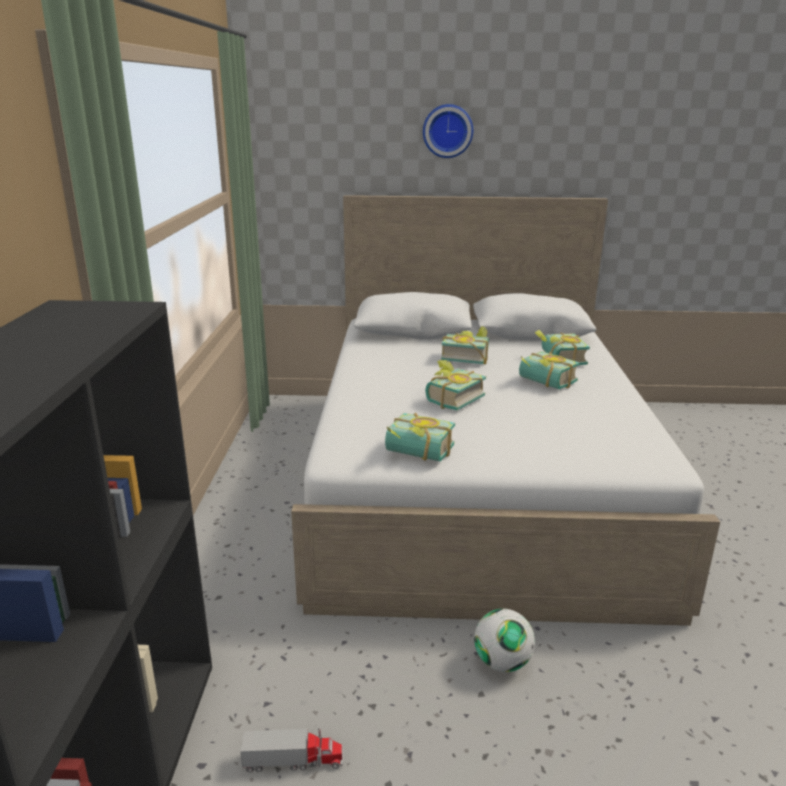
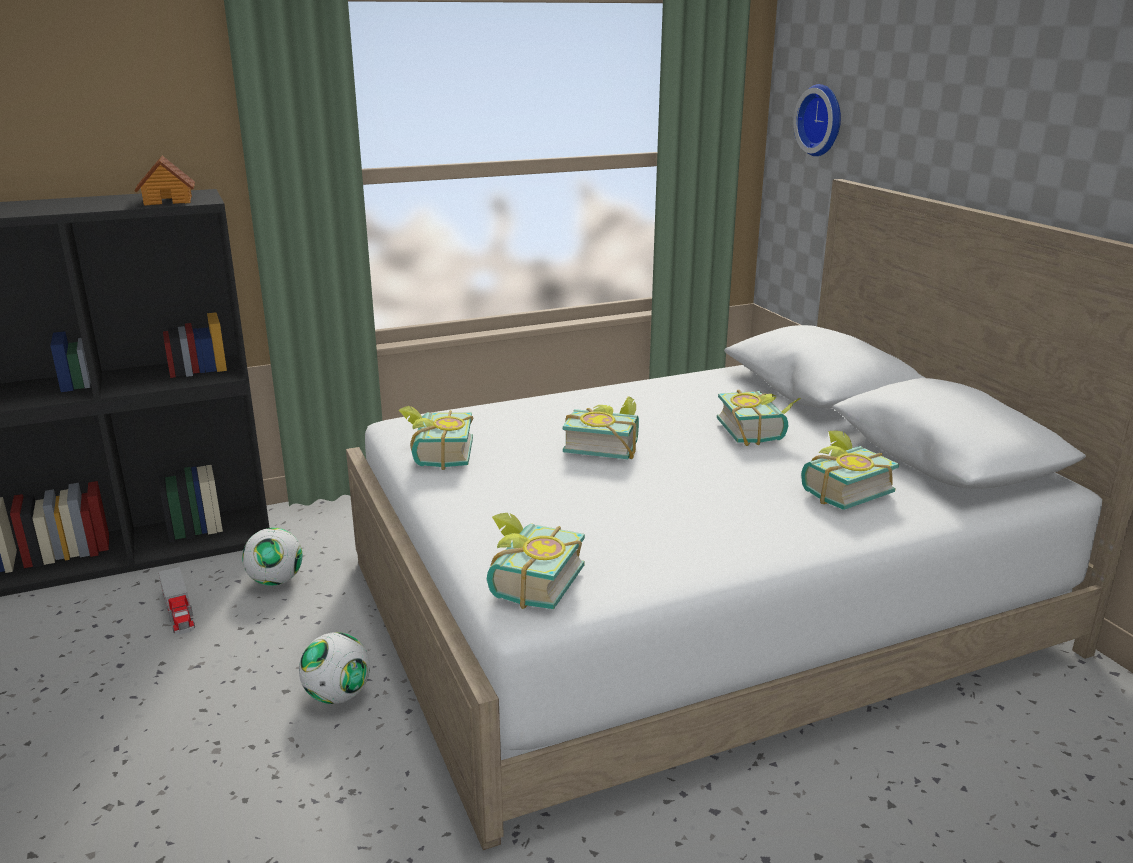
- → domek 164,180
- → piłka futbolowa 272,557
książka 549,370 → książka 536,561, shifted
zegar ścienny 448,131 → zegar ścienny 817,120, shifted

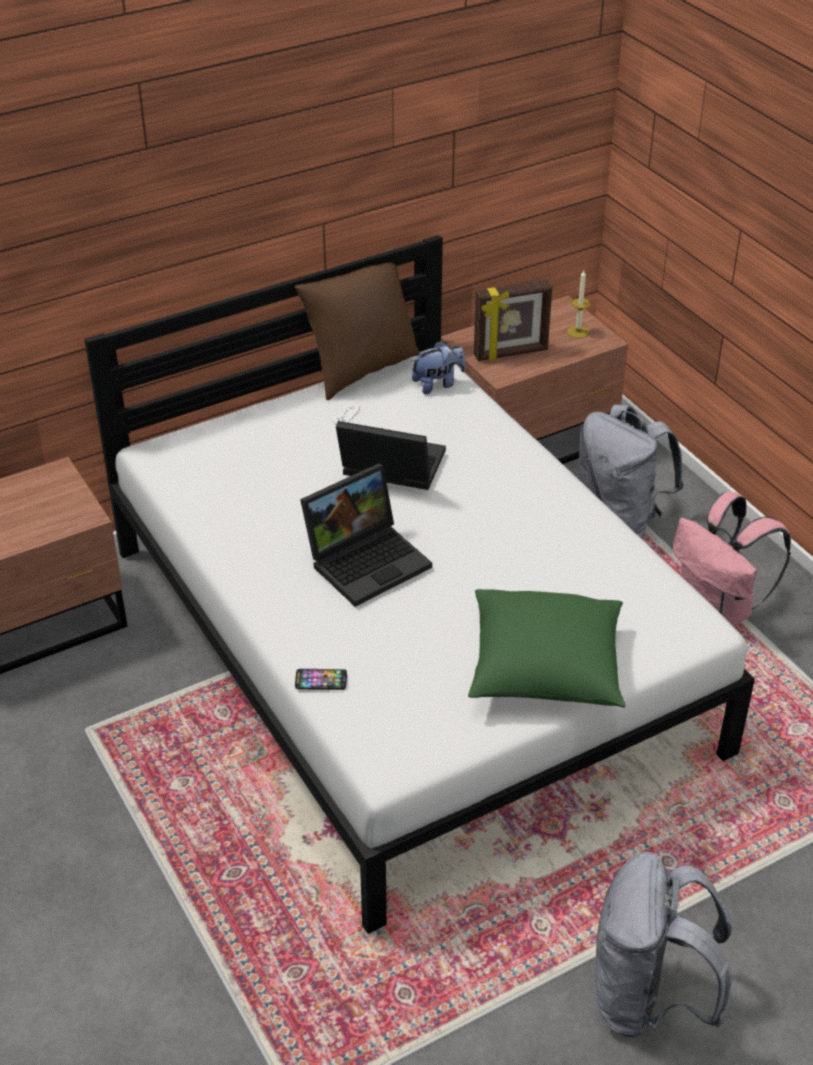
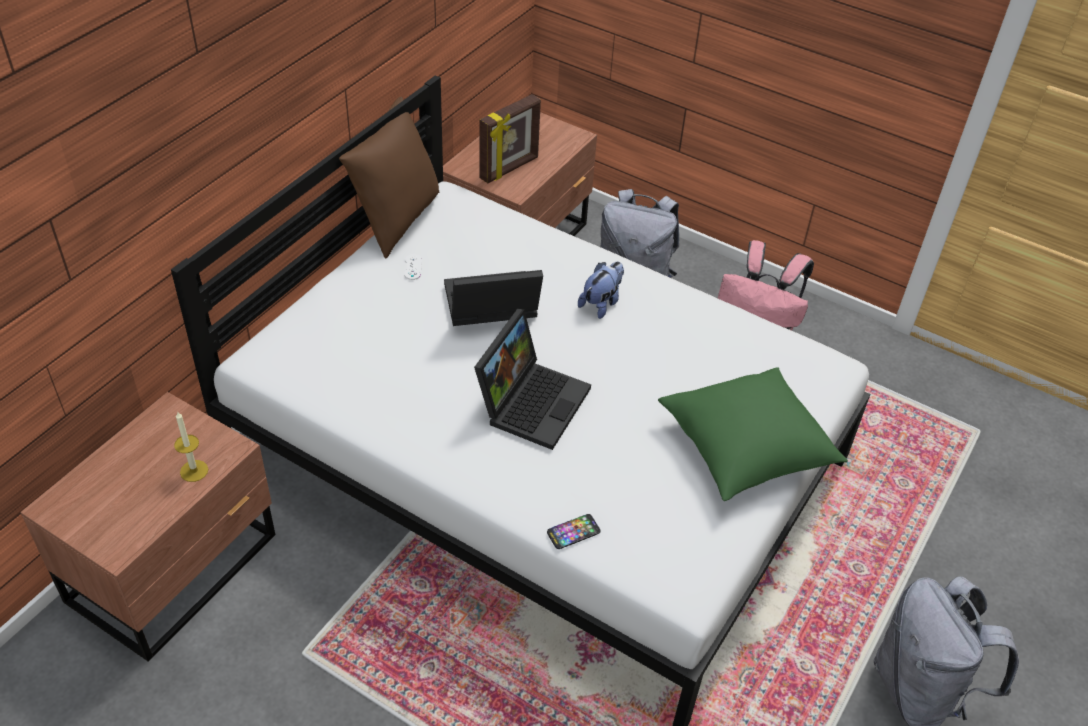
świeca 578,304 → świeca 191,446, shifted
pluszak 438,367 → pluszak 601,290, shifted

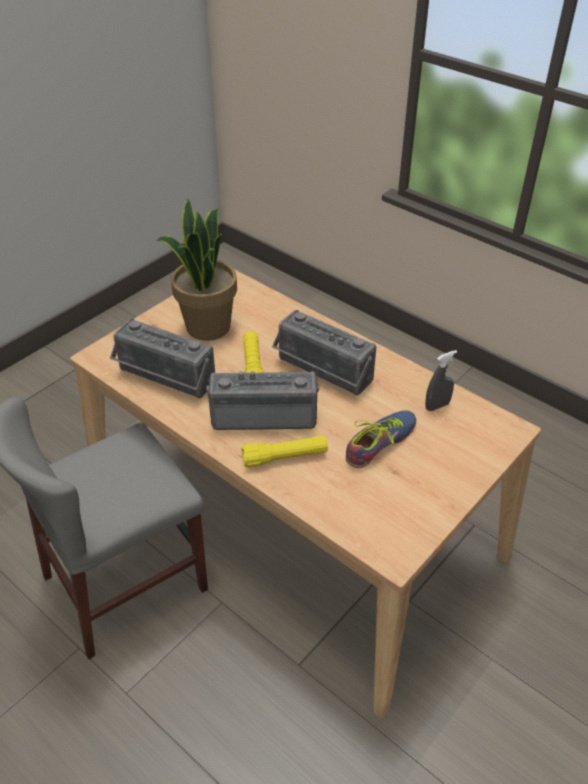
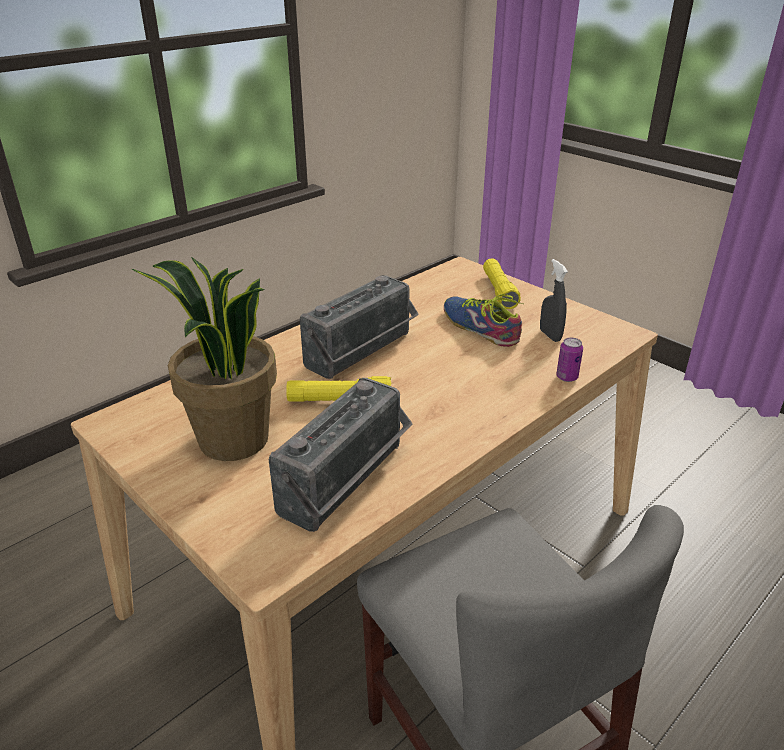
latarka (żółty) 284,451 → latarka (żółty) 502,283, shifted
spryskiwacz (szary) 441,380 → spryskiwacz (szary) 554,300, shifted
- → puszka 569,360
radio 262,400 → -

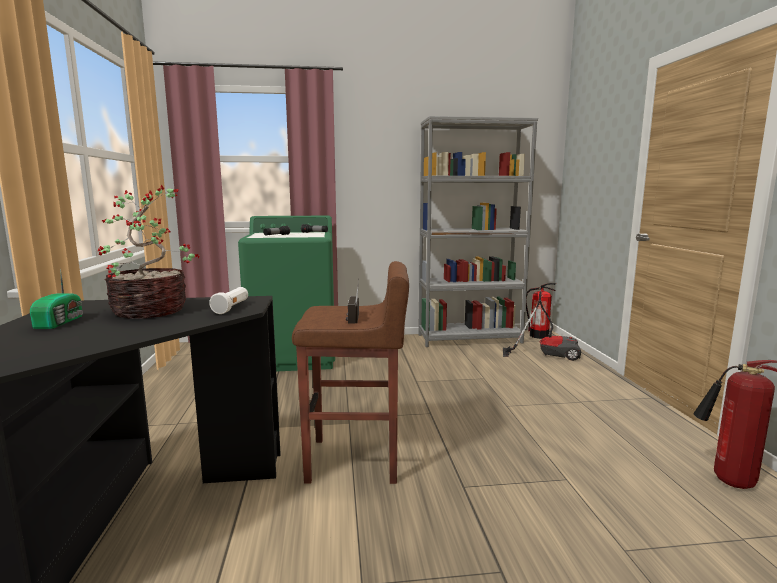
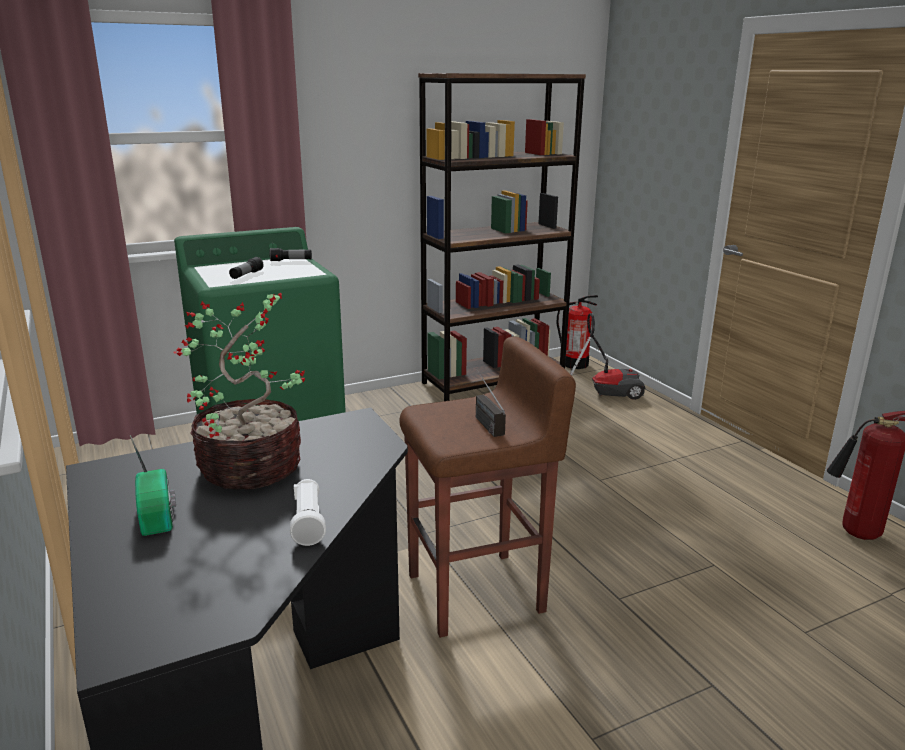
latarka (biały) 228,300 → latarka (biały) 308,512, shifted
regał (szary) 478,231 → regał (brązowy) 502,237

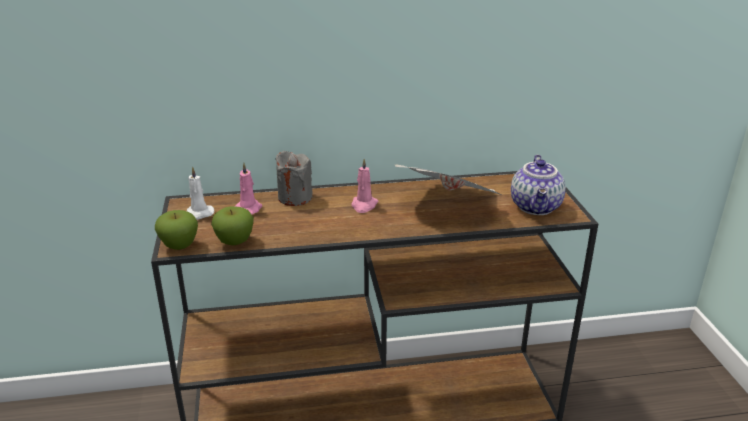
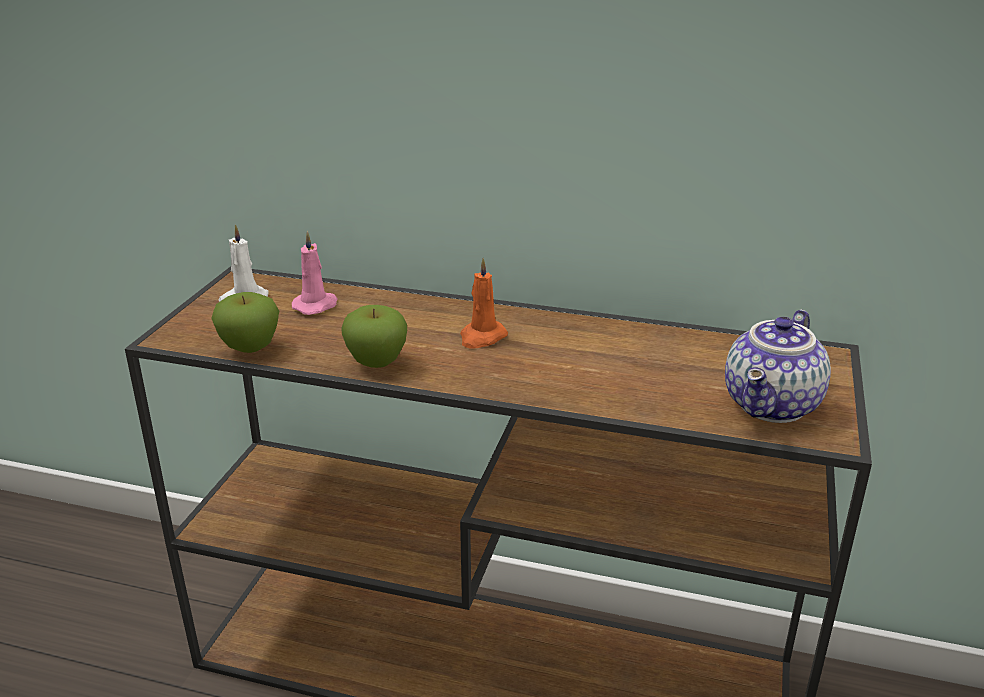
jabłko 176,230 → jabłko 374,336, shifted
świeca (różowy) 364,186 → świeca (pomarańczowy) 484,303
świeca (szary) 294,178 → -
gazeta 448,179 → -

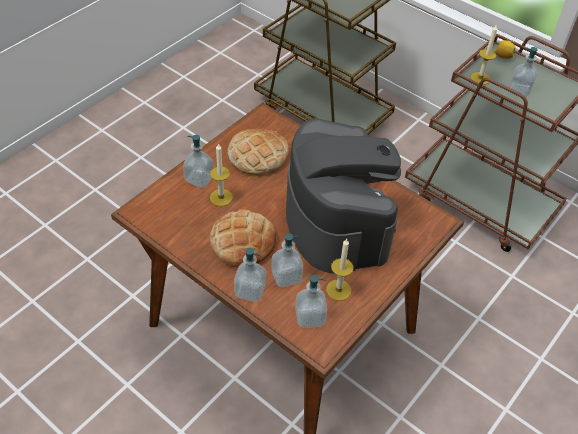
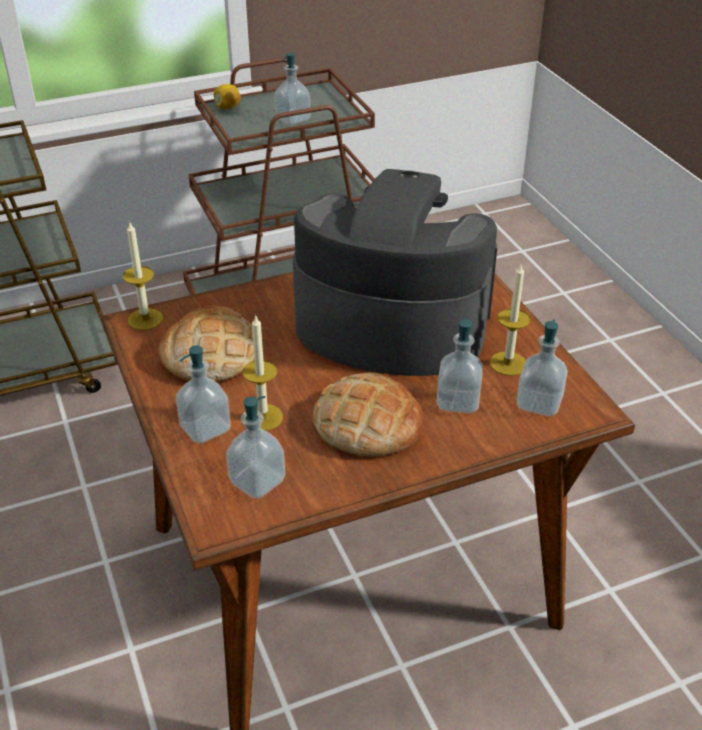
świeca 484,54 → świeca 143,275, shifted
dozownik mydła 250,275 → dozownik mydła 255,447, shifted

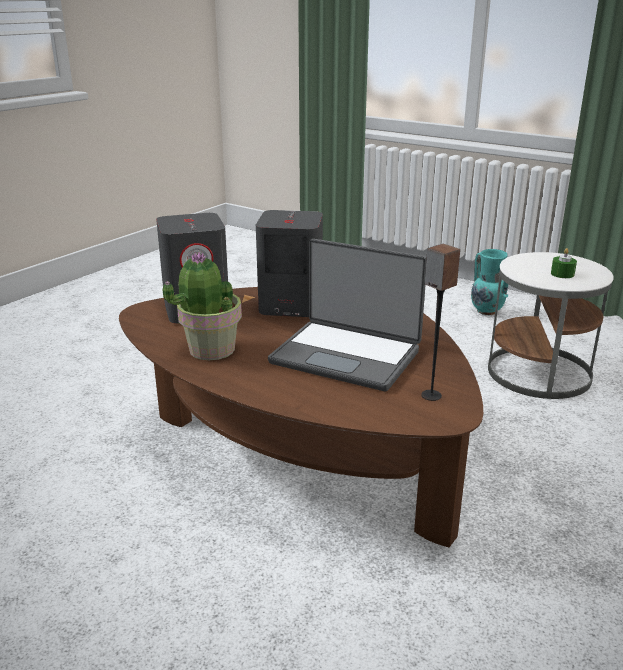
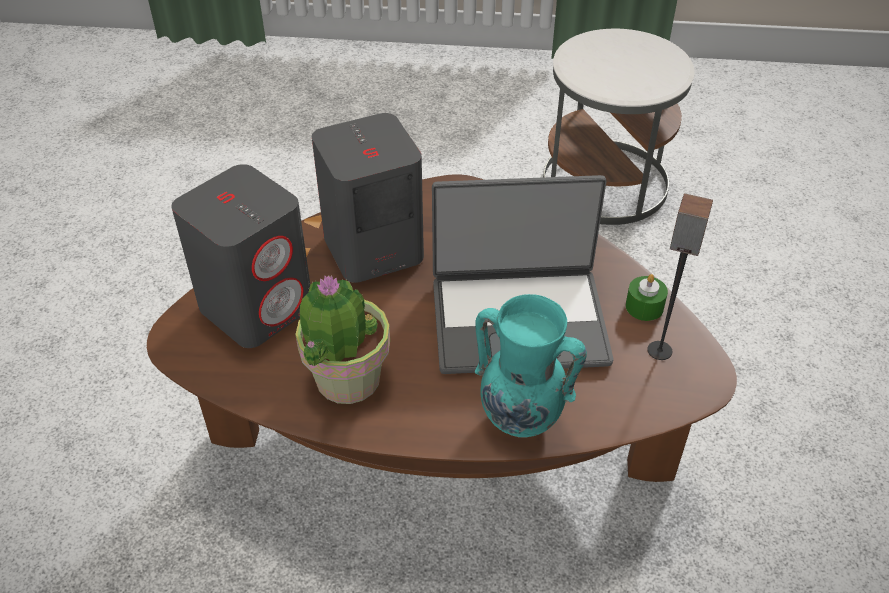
wazon (turkusowy) 489,282 → wazon (turkusowy) 531,366, shifted
świeca (zielony) 564,263 → świeca (zielony) 647,297, shifted

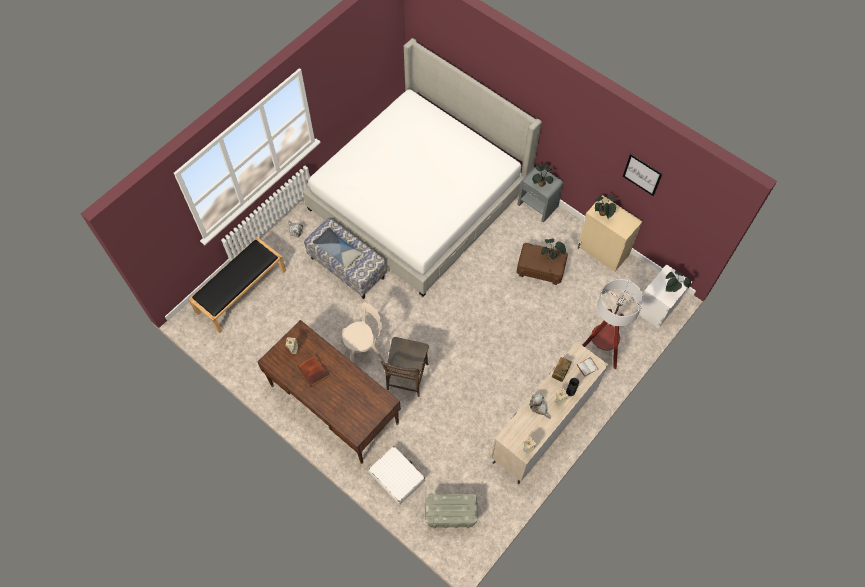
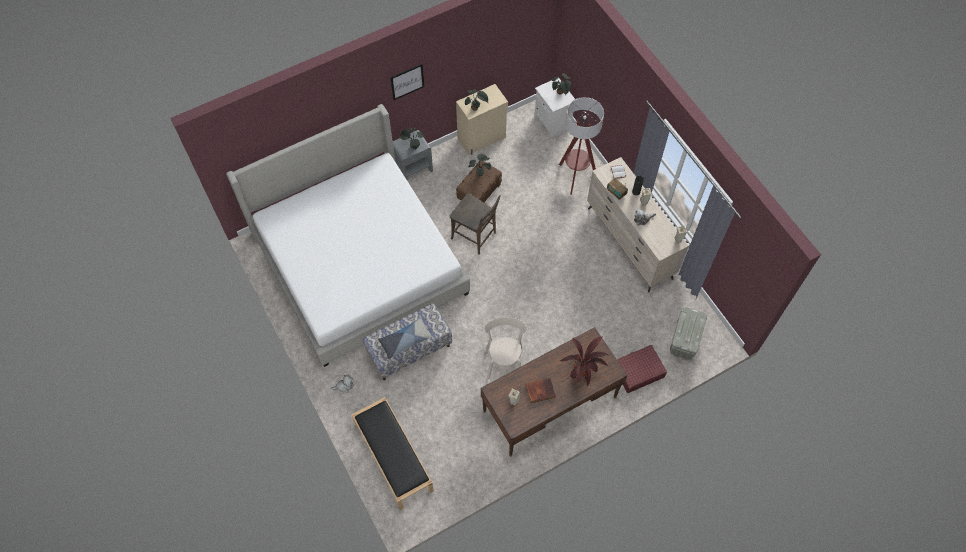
obraz 643,175 → obraz 407,82, shifted
krzesło (brązowy) 405,367 → krzesło (brązowy) 475,224, shifted
- → roślina doniczkowa 584,361
walizka (biały) 397,475 → walizka (czerwony) 642,369

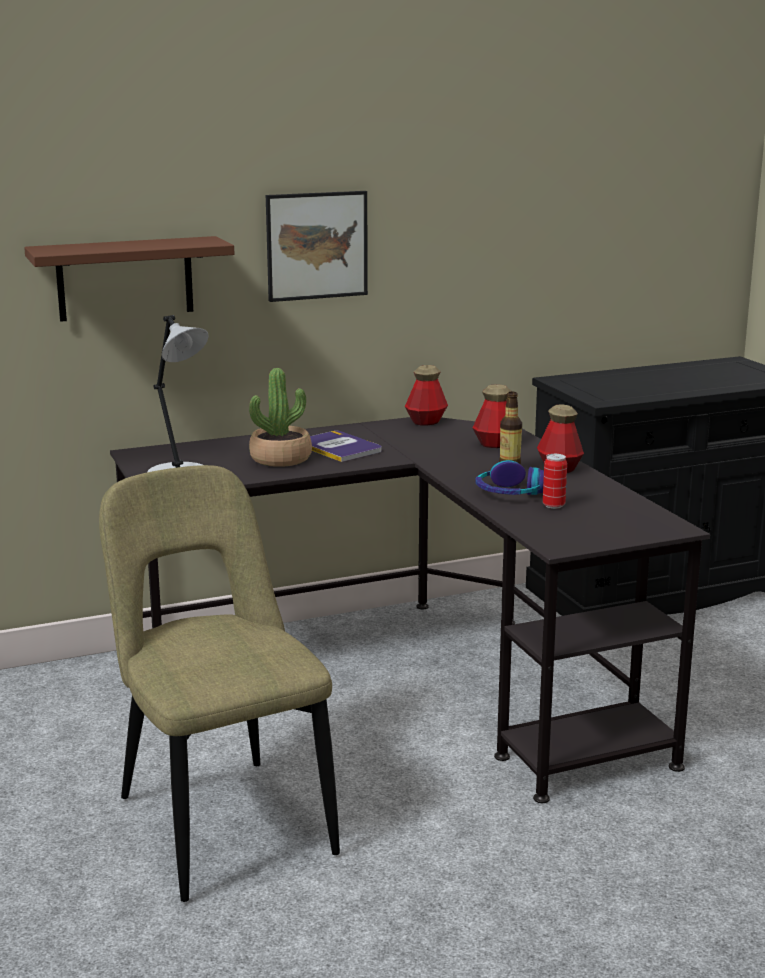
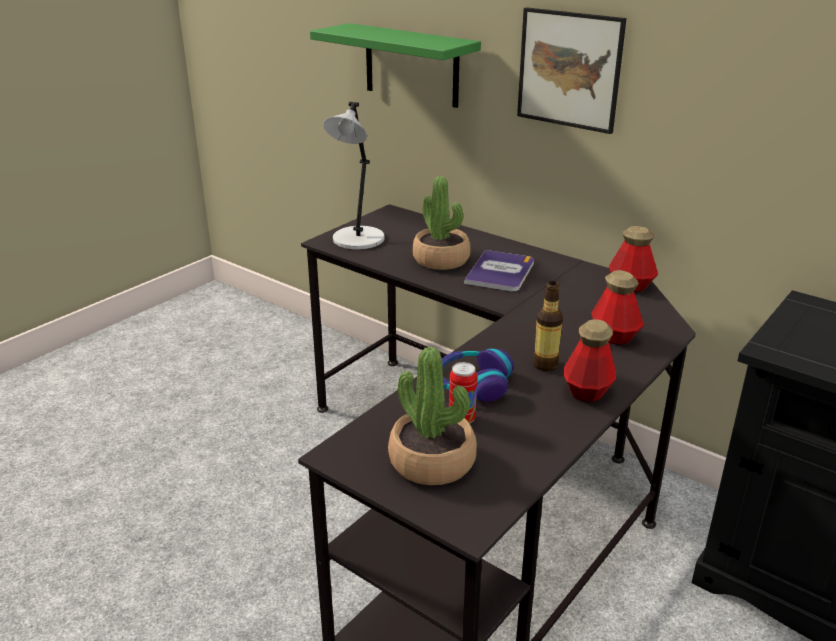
półka (brązowy) 129,279 → półka (zielony) 395,65
- → roślina doniczkowa 432,416
krzesło (beżowy) 219,683 → -

